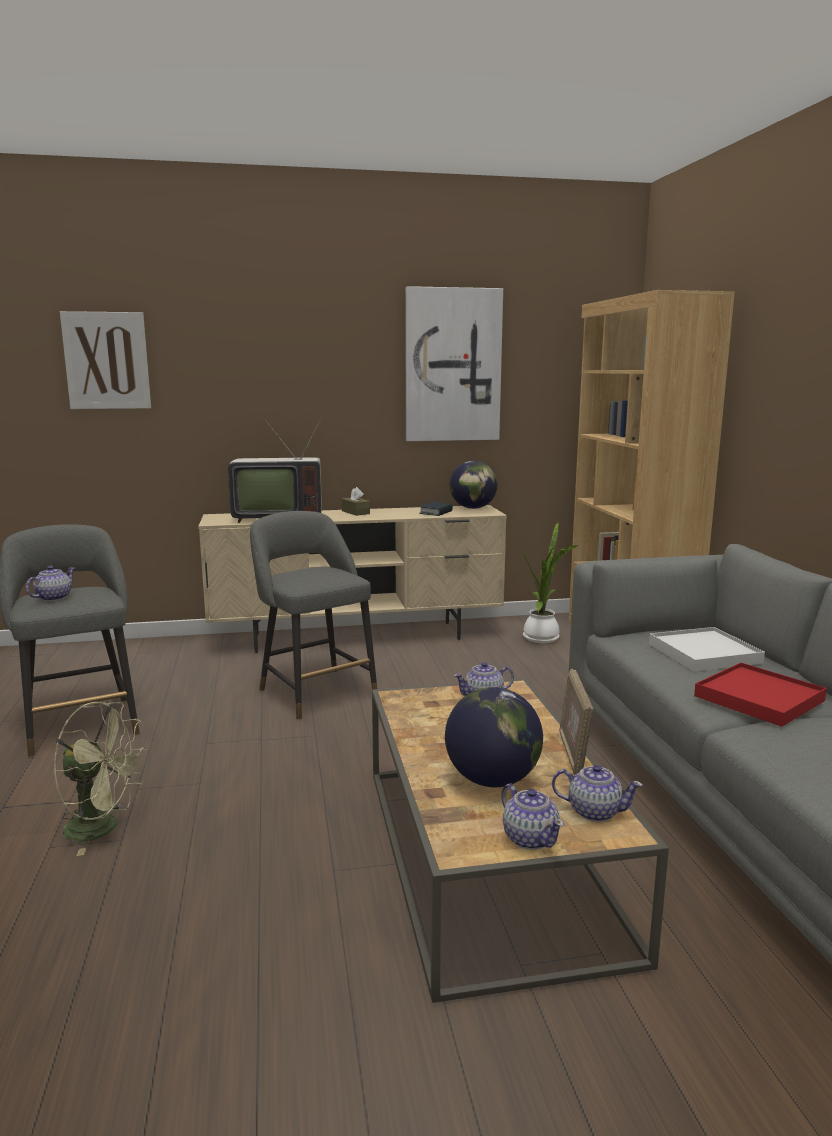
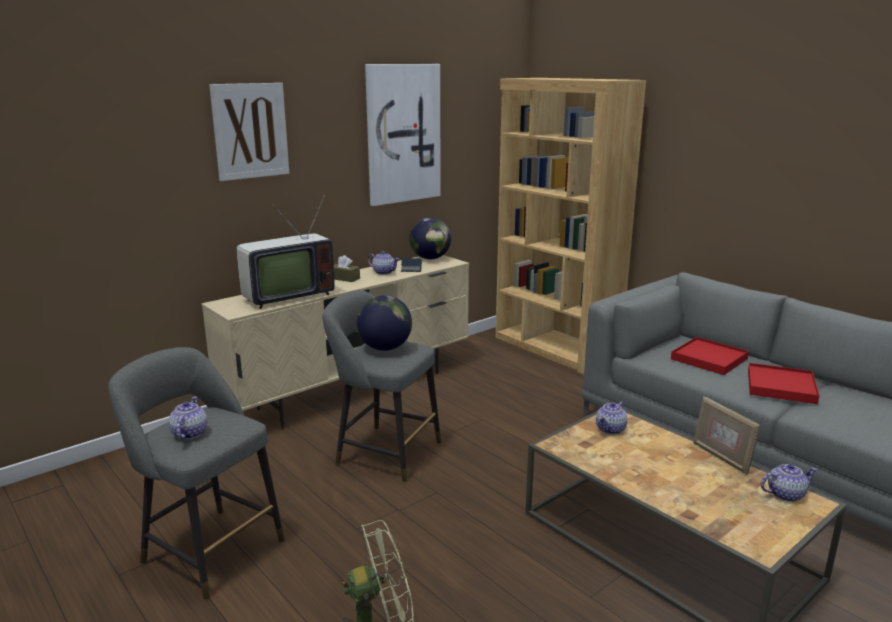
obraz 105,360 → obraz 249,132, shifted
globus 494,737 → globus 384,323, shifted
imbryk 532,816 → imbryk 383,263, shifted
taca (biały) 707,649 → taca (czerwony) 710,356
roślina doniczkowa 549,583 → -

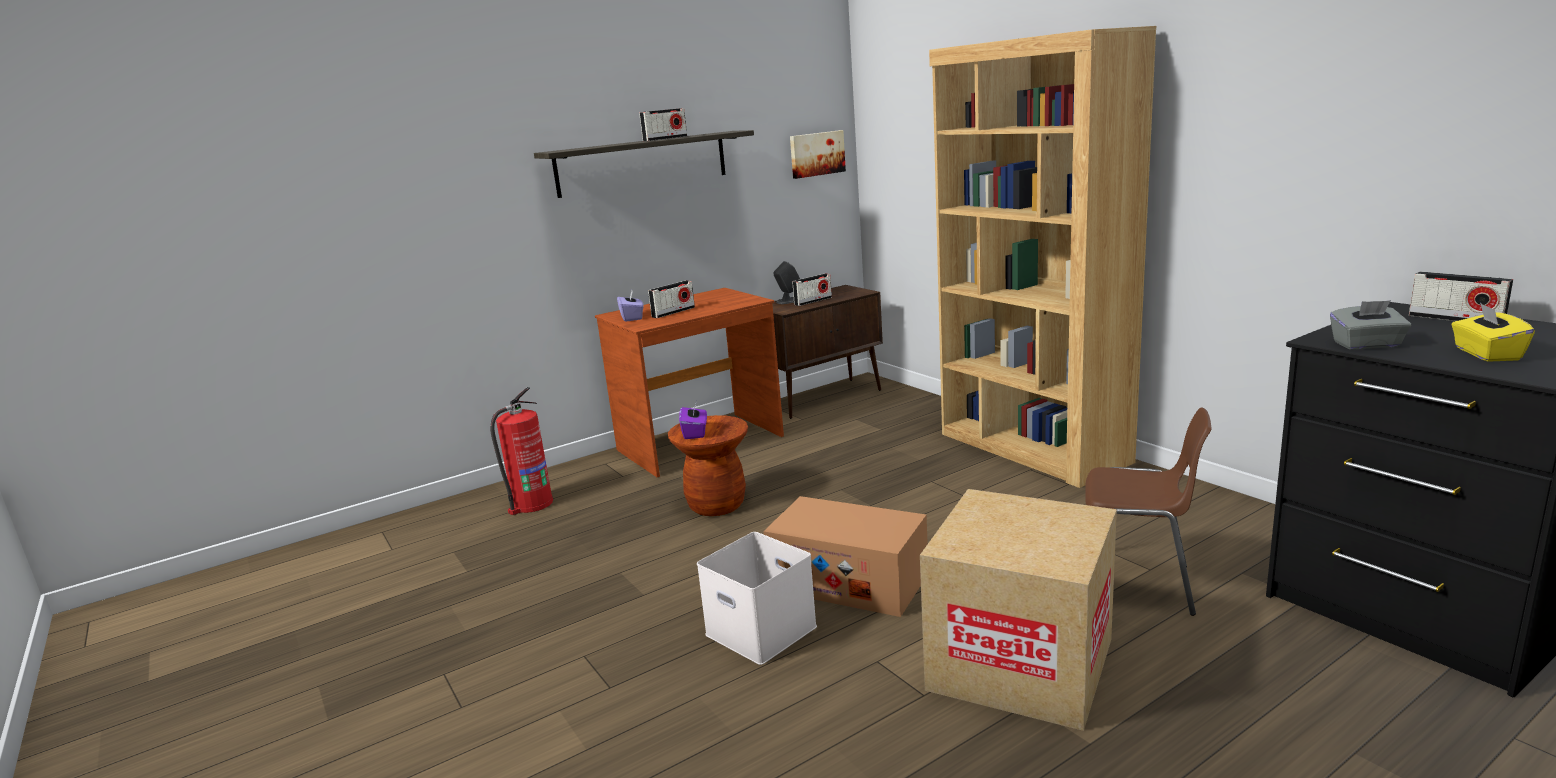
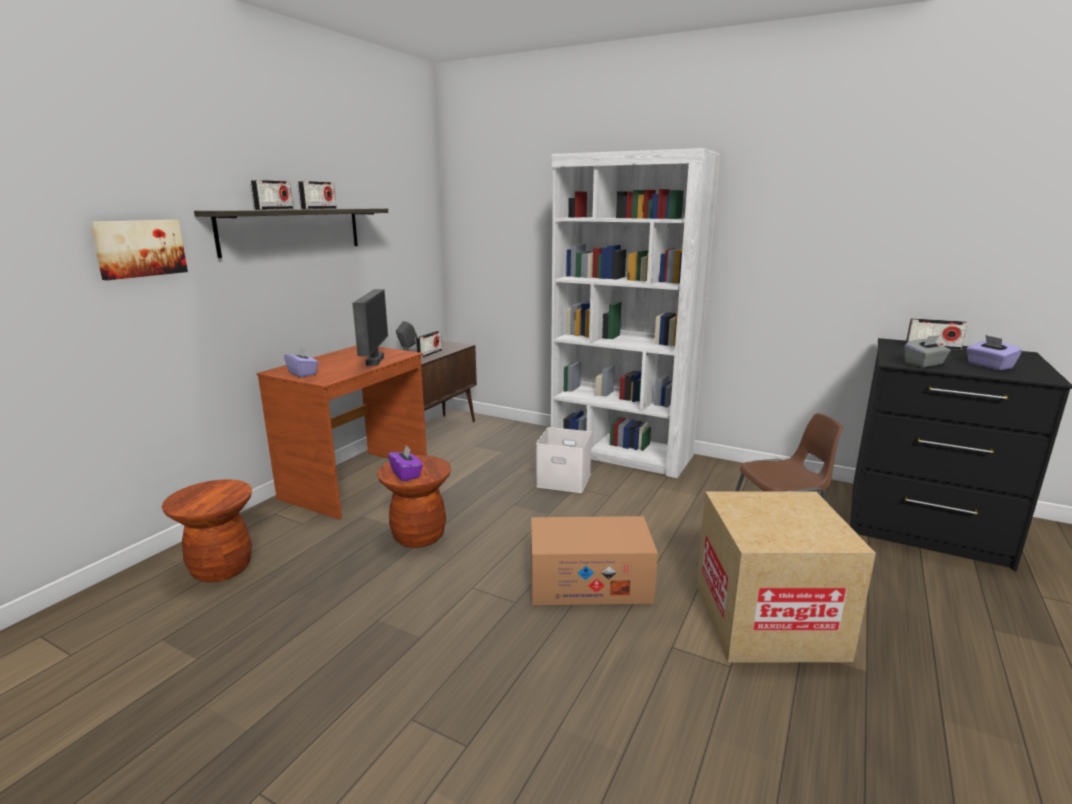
obraz 818,154 → obraz 138,250, shifted
gaśnica 521,451 → stołek (brązowy) 207,530
radio 671,299 → radio 271,195, shifted
- → monitor 370,327
pojemnik do przechowywania (biały) 757,598 → pojemnik do przechowywania (biały) 564,460, shifted
regał (brązowy) 1042,257 → regał (biały) 635,313
pudełko chusteczek (żółty) 1493,332 → pudełko chusteczek (fioletowy) 994,352

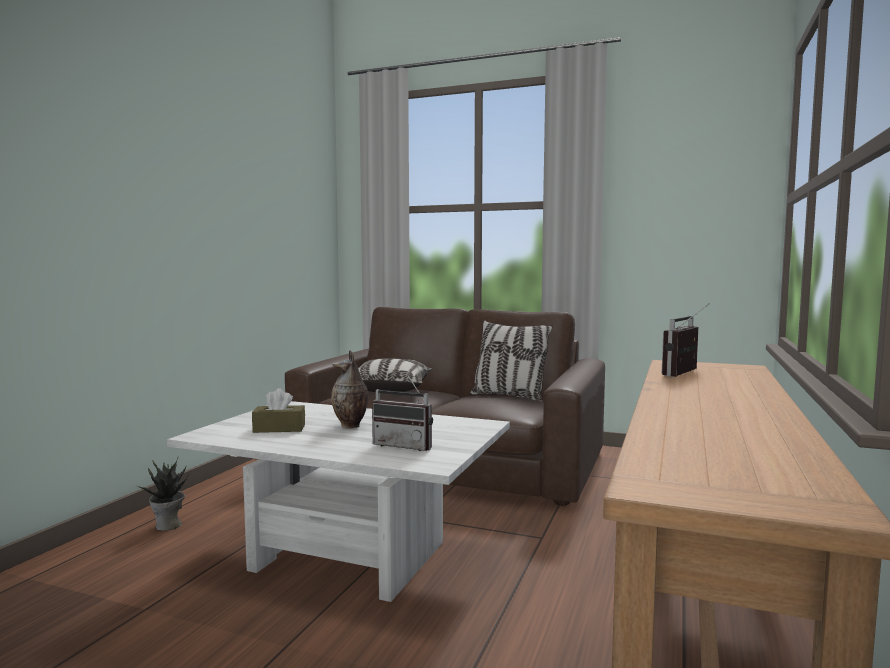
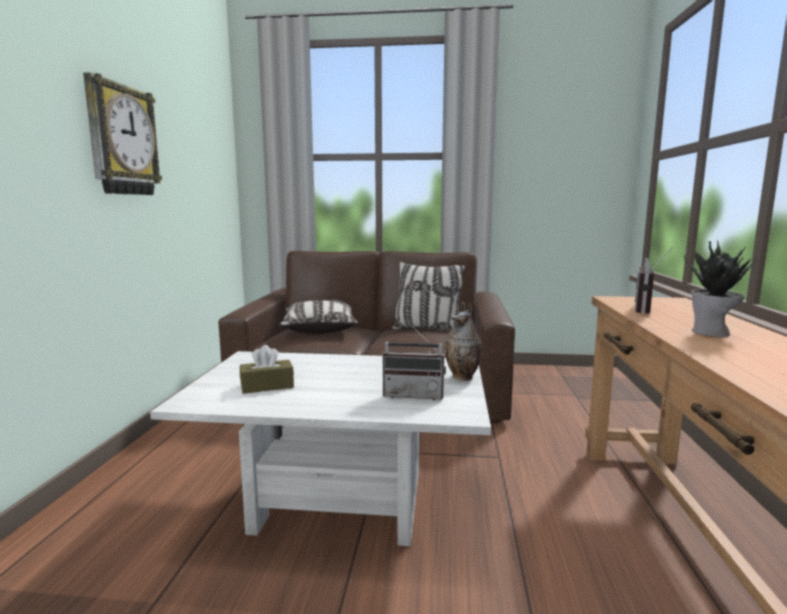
- → zegar ścienny 122,133
wazon 350,389 → wazon 463,341, shifted
roślina doniczkowa 162,494 → roślina doniczkowa 720,288, shifted

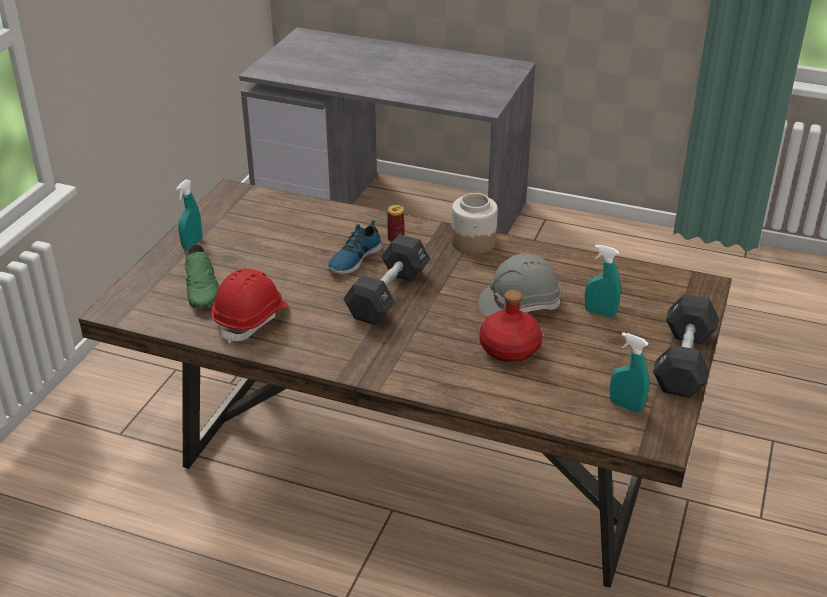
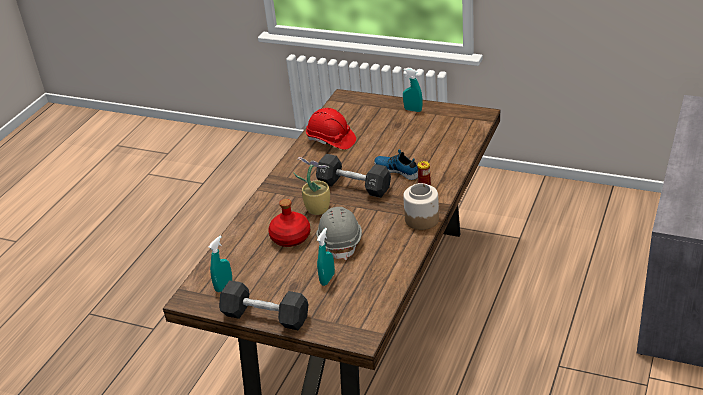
- → roślina doniczkowa 311,186
but (zielony) 201,276 → -

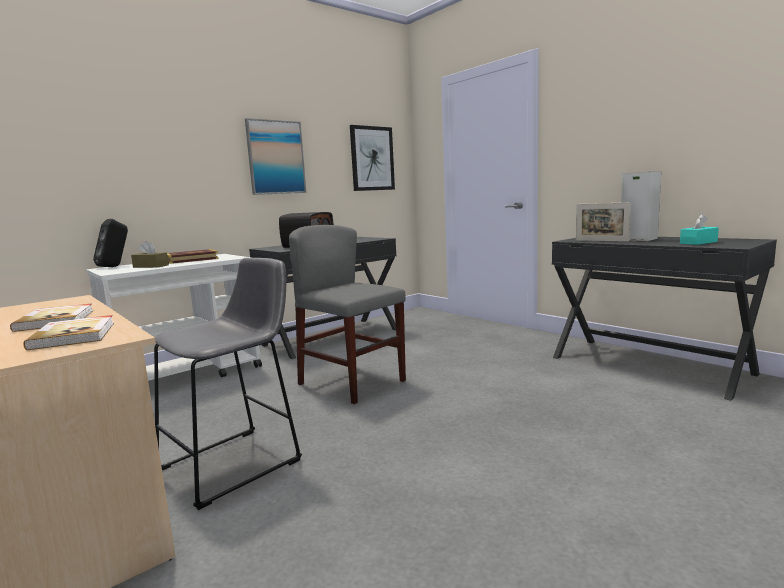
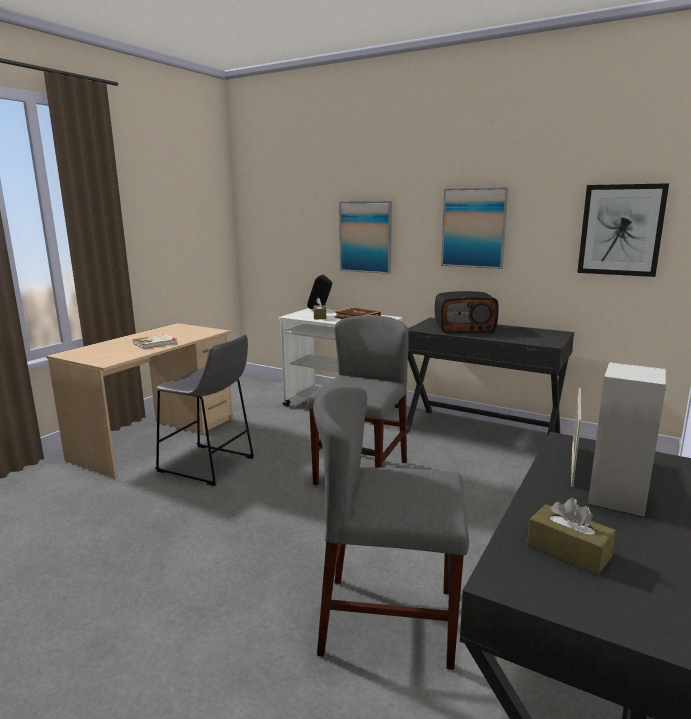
- → krzesło (szary) 391,528
- → obraz 365,237
pudełko chusteczek (turkusowy) 699,229 → pudełko chusteczek (brązowy) 571,536
książka 68,332 → -

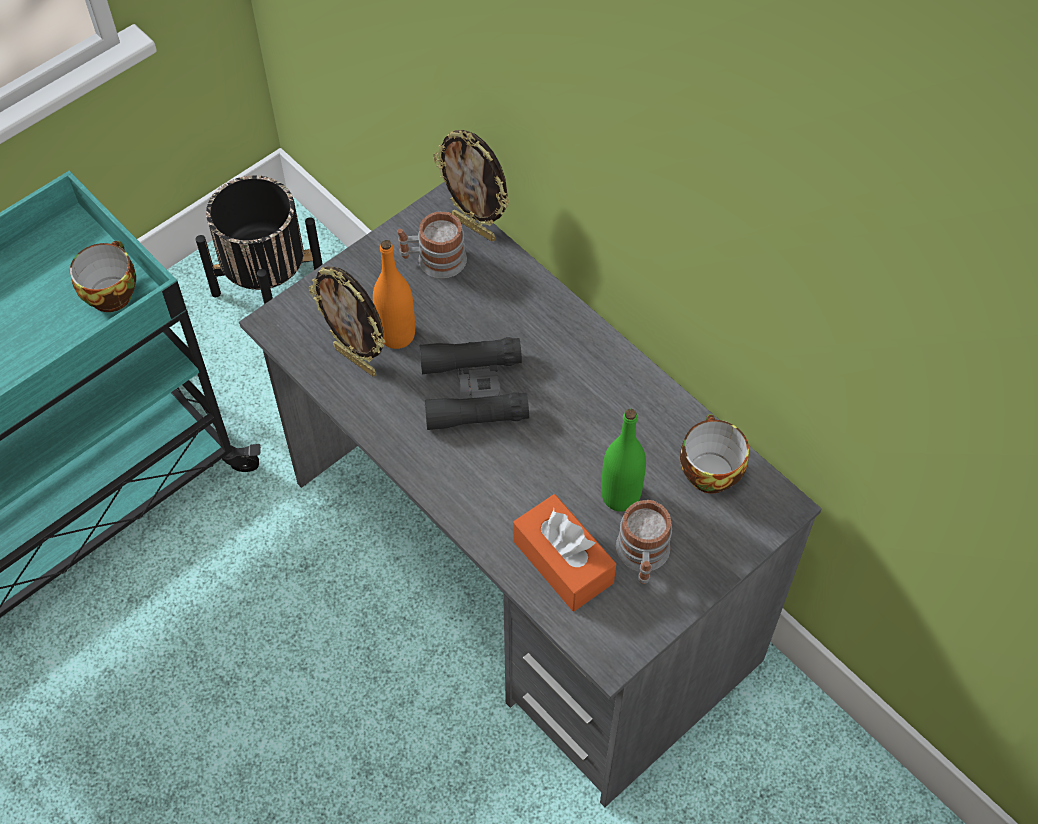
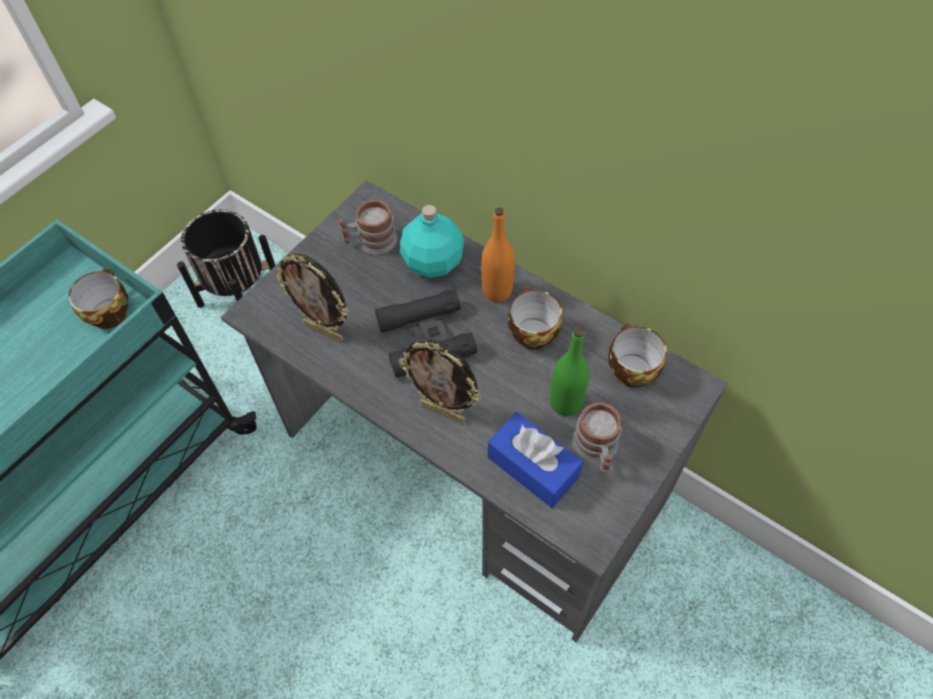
ramka na zdjęcie 471,186 → ramka na zdjęcie 440,381, shifted
- → butelka (turkusowy) 432,241
butelka (pomarańczowy) 394,294 → butelka (pomarańczowy) 498,255, shifted
pudełko chusteczek (pomarańczowy) 564,552 → pudełko chusteczek (niebieski) 535,460
- → filiżanka 535,318

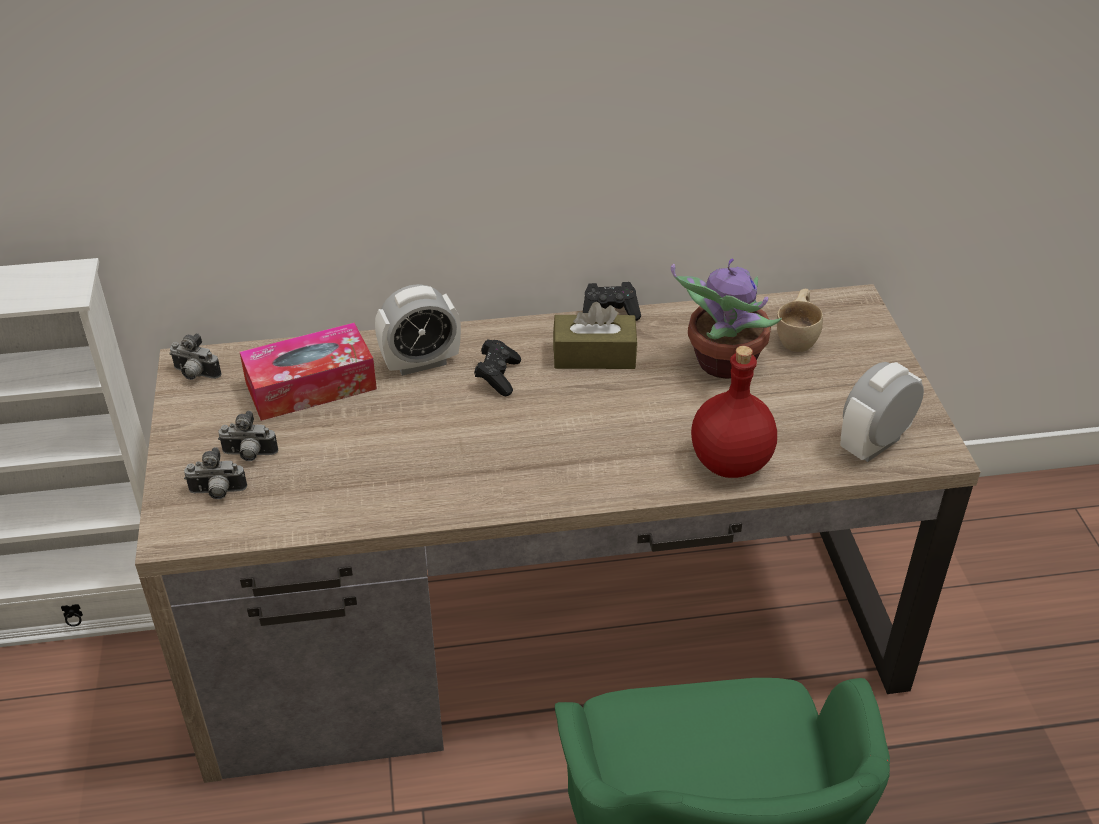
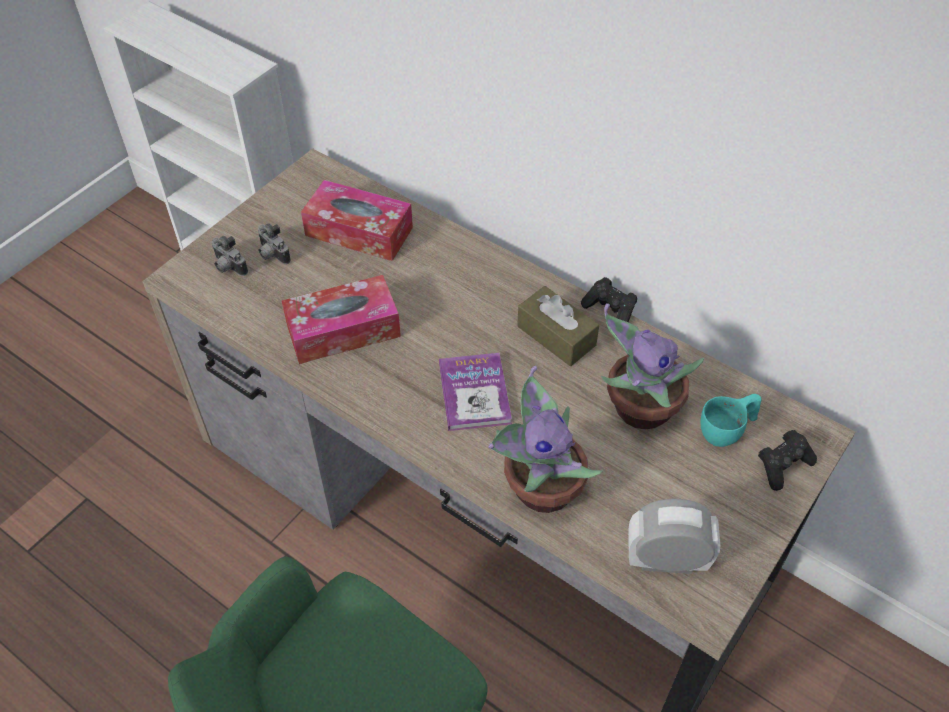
- → pudełko chusteczek 341,319
- → książka 475,392
butelka (czerwony) 734,412 → roślina doniczkowa 545,439
filiżanka (beżowy) 800,320 → filiżanka (turkusowy) 731,420
pad do gier (czarny) 497,367 → pad do gier (czarny) 787,460, shifted
aparat fotograficzny 195,356 → -
budzik 418,330 → -

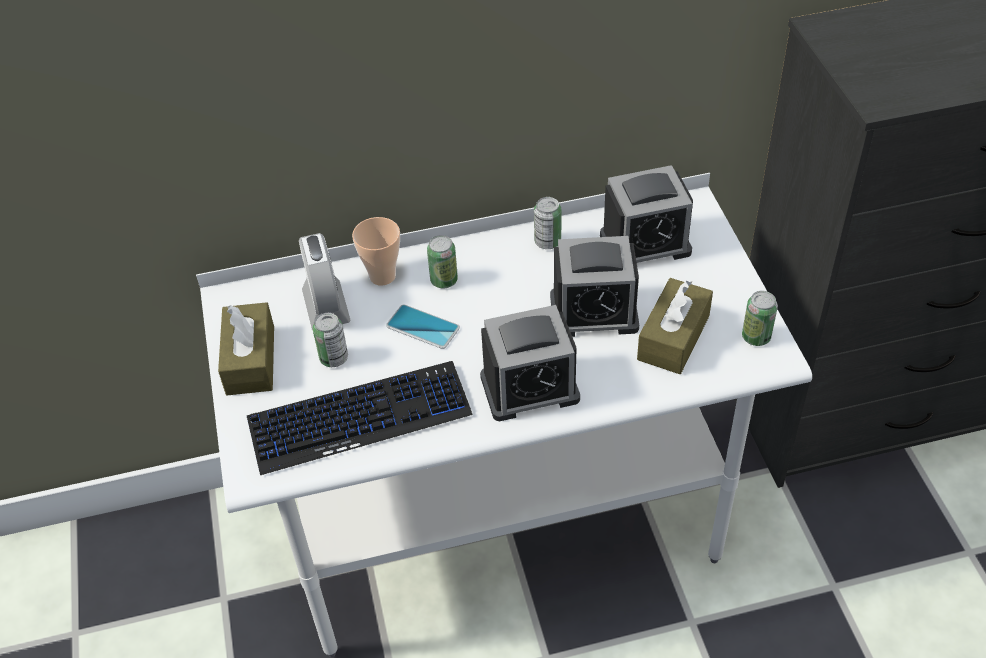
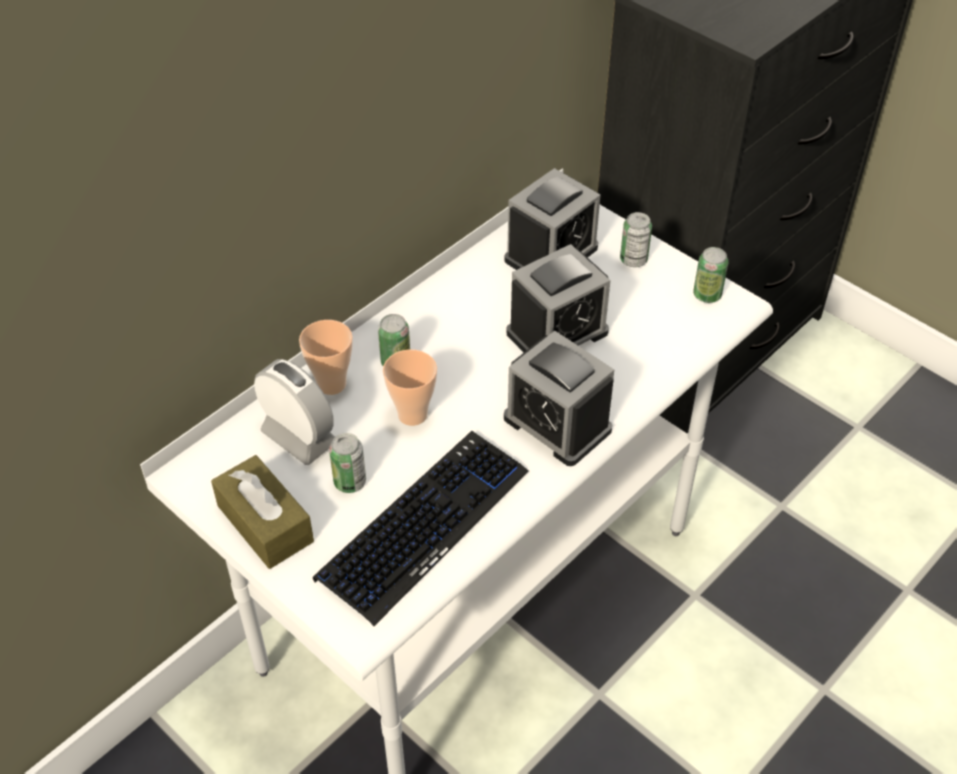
telefon 423,326 → filiżanka 410,387
budzik 530,363 → budzik 559,398, 90 degrees clockwise
puszka 548,223 → puszka 636,239, shifted
pudełko chusteczek (brązowy) 675,326 → -

